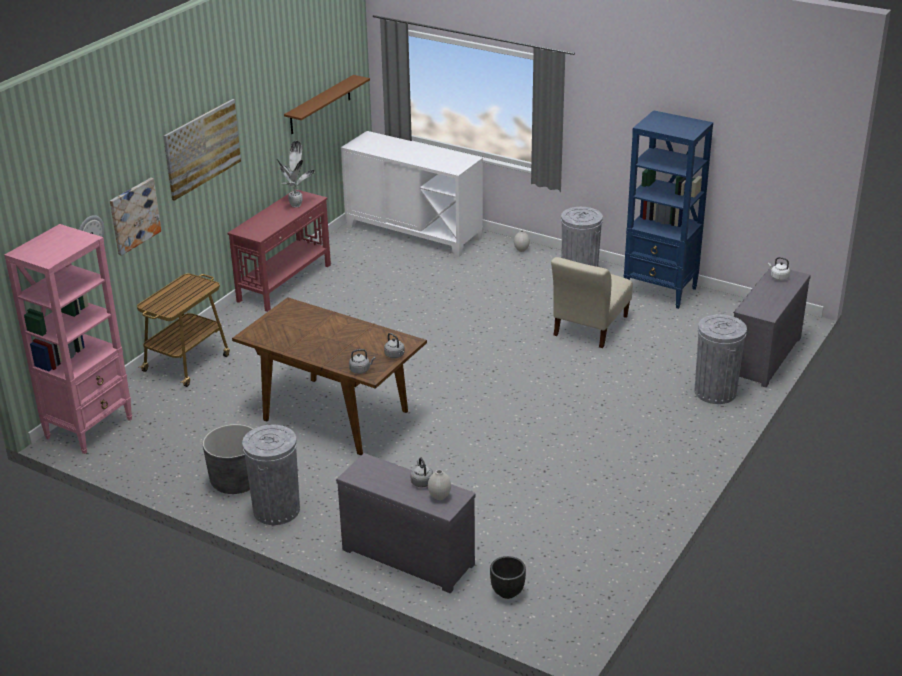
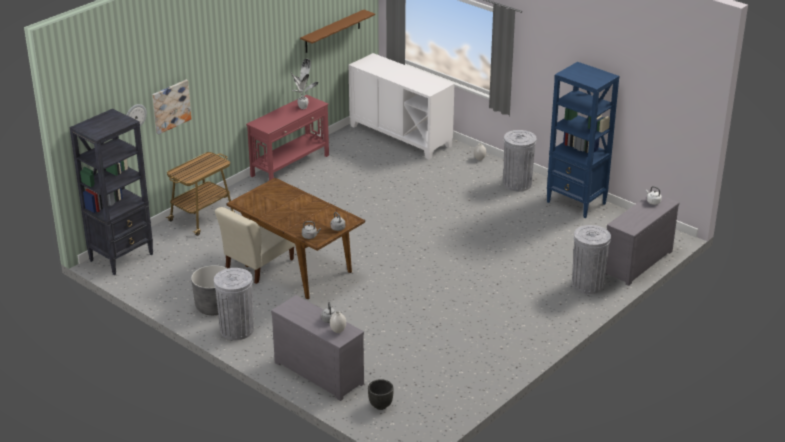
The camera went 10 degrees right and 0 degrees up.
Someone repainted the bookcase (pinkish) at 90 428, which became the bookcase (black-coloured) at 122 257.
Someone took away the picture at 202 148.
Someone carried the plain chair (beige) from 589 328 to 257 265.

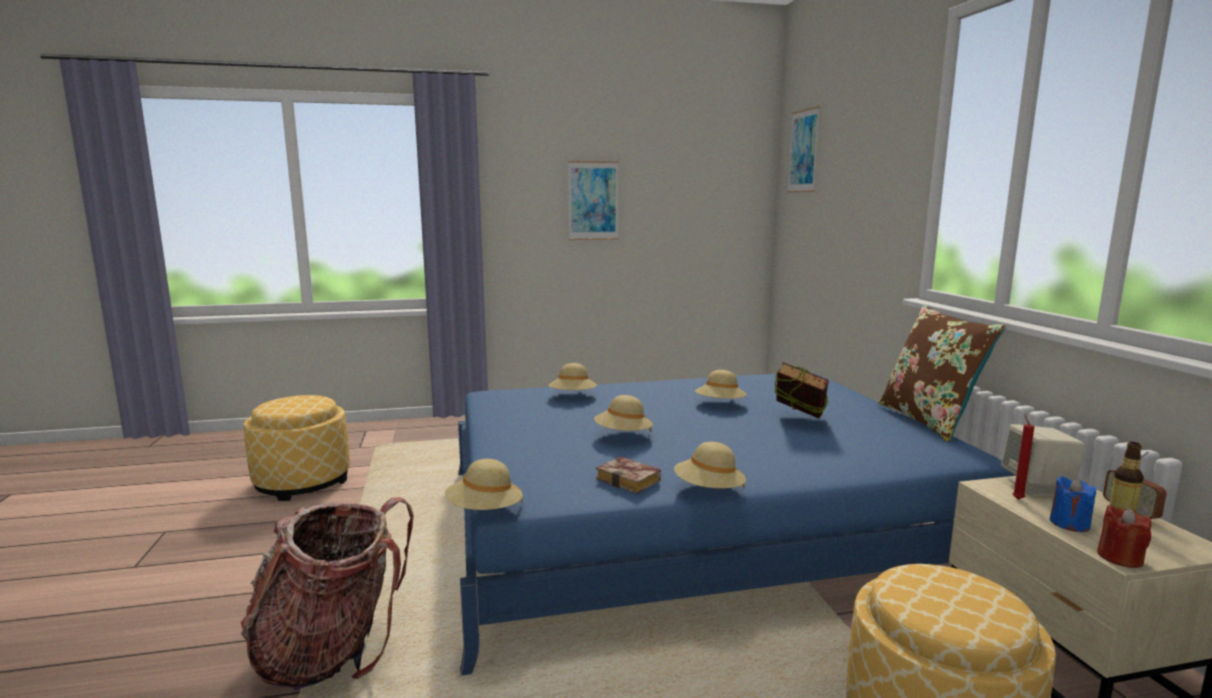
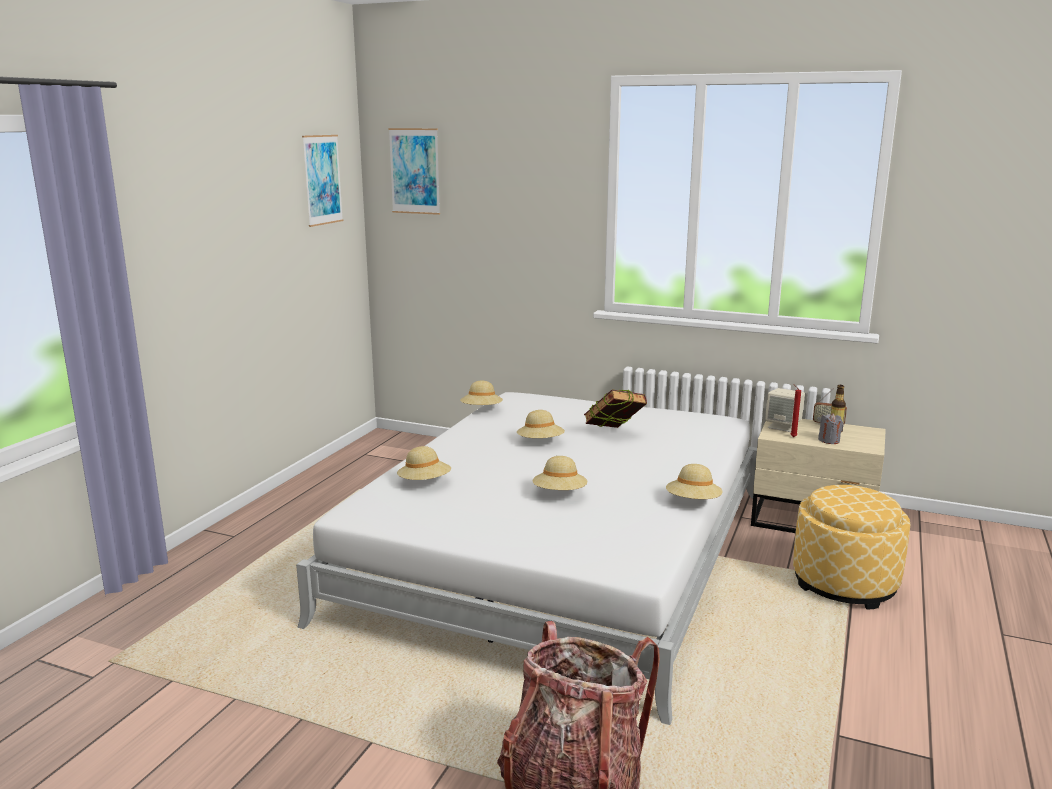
The camera went 55 degrees left and 5 degrees up.
Someone took away the pouffe at 302 481.
Someone carried the clothing hat (beige) from 484 511 to 481 410.
Someone repainted the sleeping bed (blue-coloured) at 693 522, which became the sleeping bed (white) at 560 553.
Someone carried the picture from 593 201 to 322 180.
Someone took away the volume at 631 480.
Someone took away the cushion (brownish) at 929 420.
Someone repainted the wax light (blue-coloured) at 1069 524, which became the wax light (greyish) at 829 440.
Someone took away the wax light (red) at 1120 558.

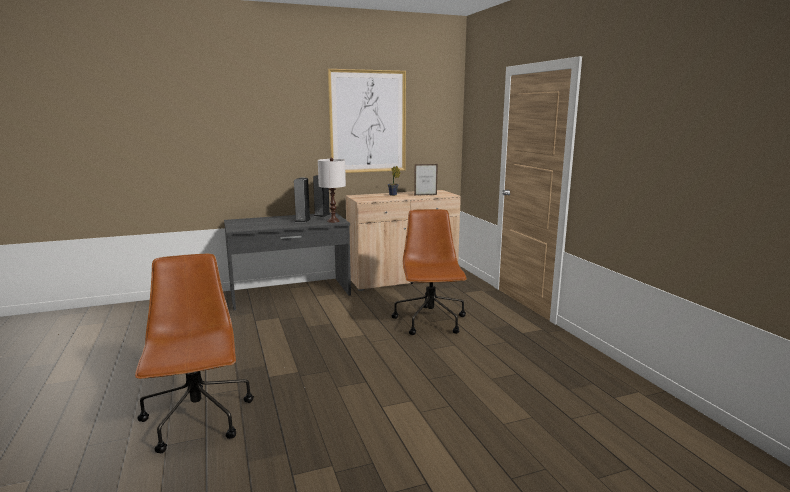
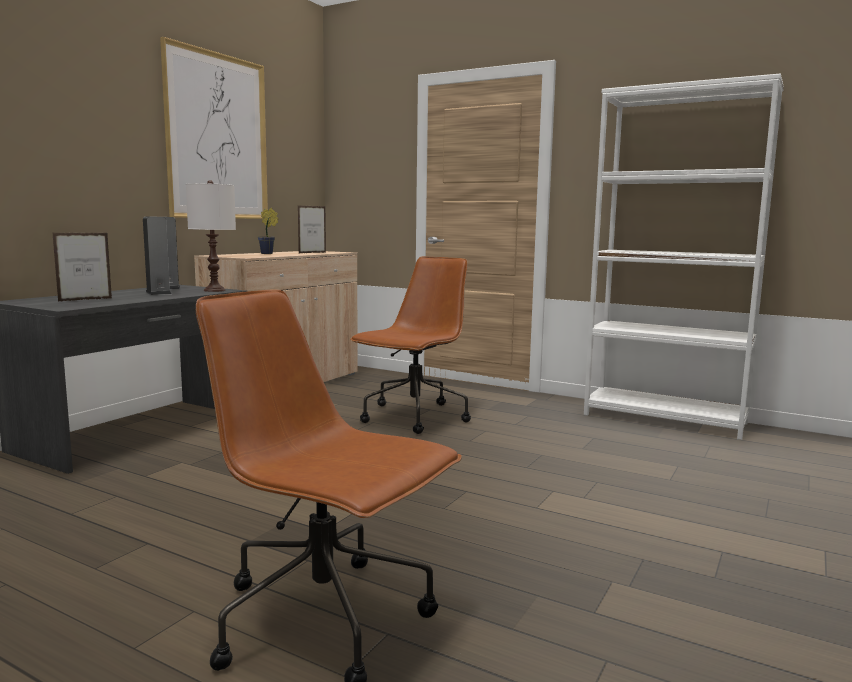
The camera went 40 degrees left and 5 degrees down.
Someone rotated the office chair (brownish) at 430 322 by 75 degrees clockwise.
Someone put down the picture frame at 85 300.
Someone put down the bookcase (white) at 664 419.

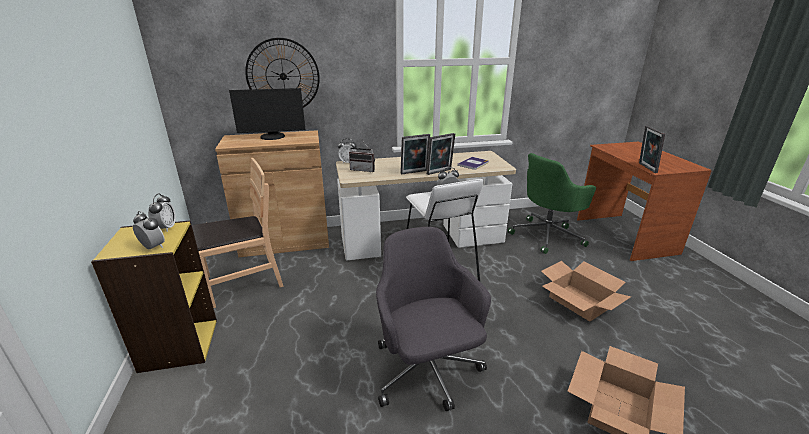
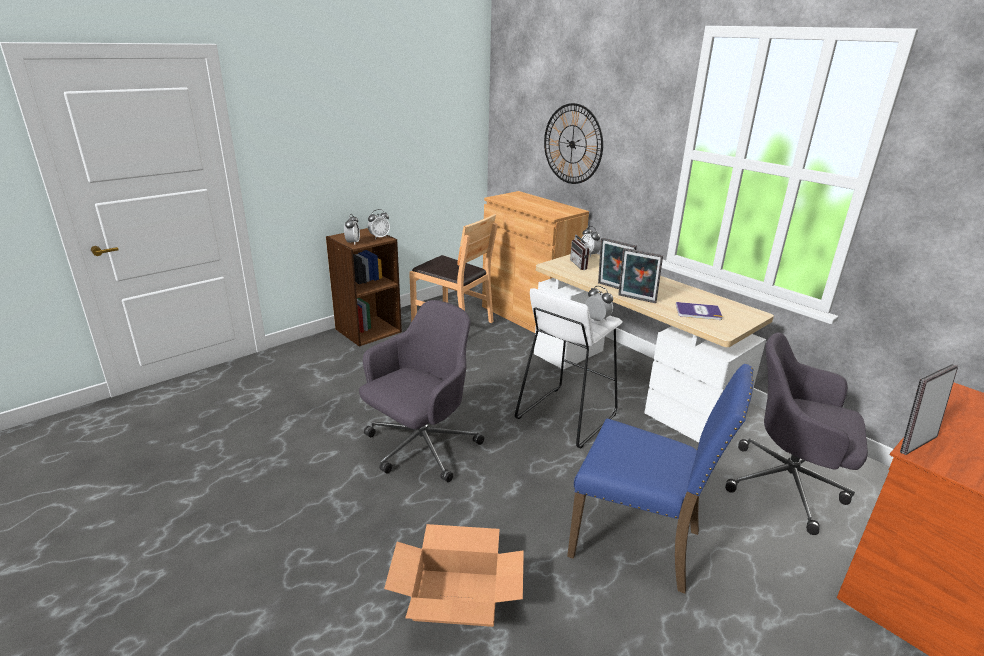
The camera went 60 degrees right and 0 degrees up.
Someone repainted the bookcase (yellow-coloured) at 178 345, which became the bookcase (brownish) at 368 330.
Someone took away the computer display at 272 137.
Someone repainted the office chair (green-coloured) at 547 235, which became the office chair (greyish) at 788 486.
Someone swapped the packing box at 579 302 for the plain chair (blue-coloured) at 639 542.

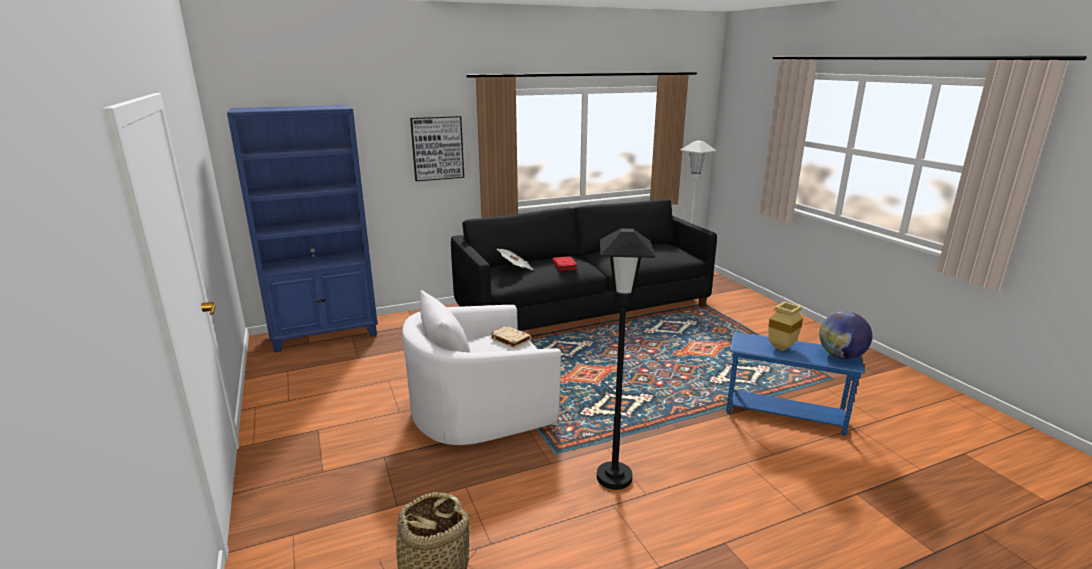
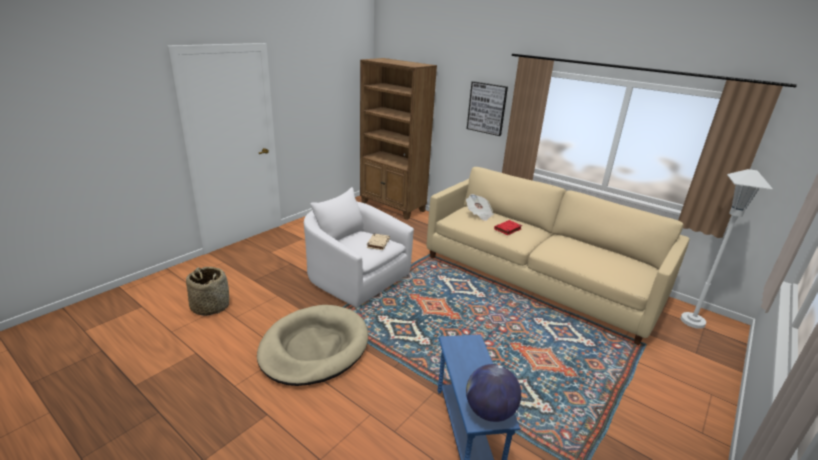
The camera went 60 degrees right and 5 degrees up.
Someone repainted the bookcase (blue-coloured) at 326 334, which became the bookcase (brownish) at 393 207.
Someone repainted the settee (black-coloured) at 584 308, which became the settee (beige) at 538 279.
Someone swapped the standard lamp (black-coloured) at 614 477 for the pet bed (beige) at 314 348.
Someone took away the vase (beige) at 781 347.

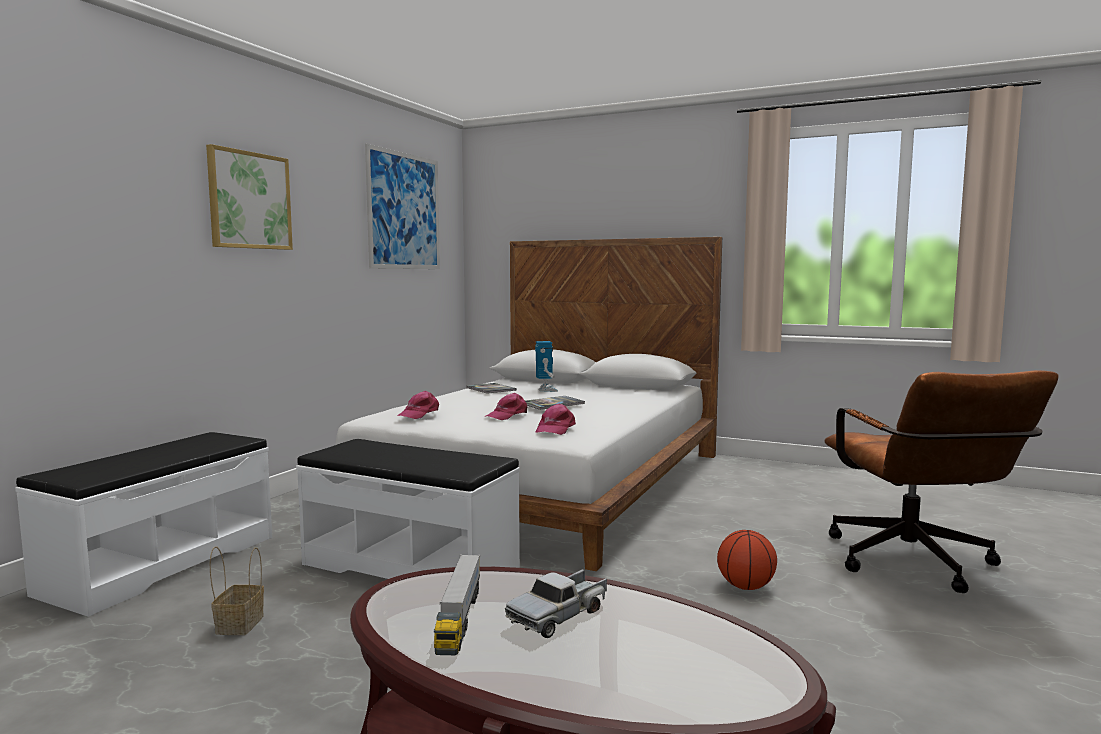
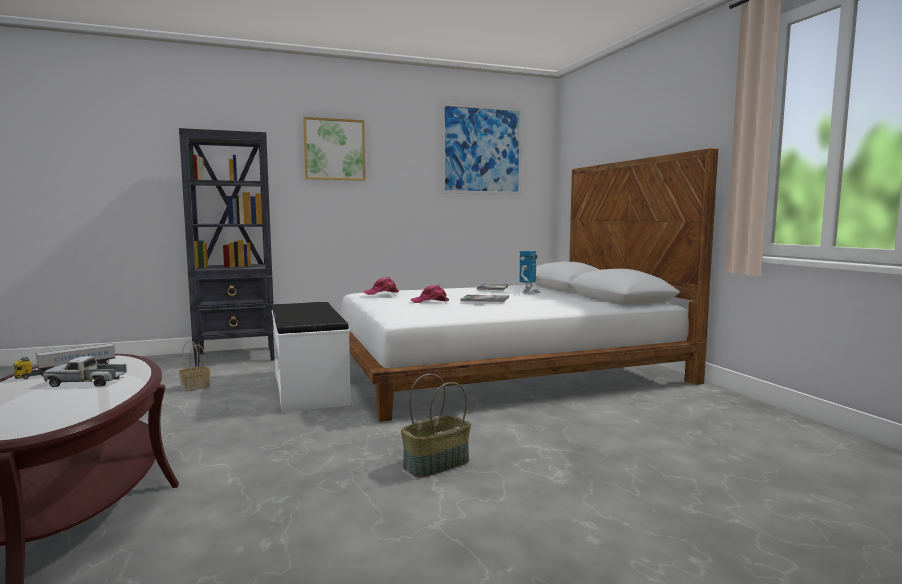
The camera went 45 degrees right and 0 degrees up.
Someone swapped the indoor bench (white) at 161 564 for the bookcase (black-coloured) at 237 356.
Someone took away the cap (pinkish) at 555 429.
Someone swapped the ball for basketball at 745 587 for the storage basket at 436 465.
Someone took away the office chair (brownish) at 917 566.

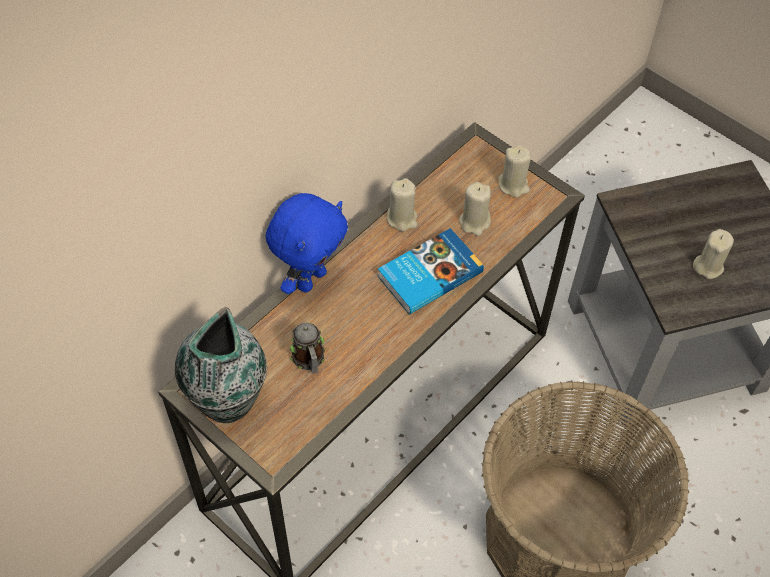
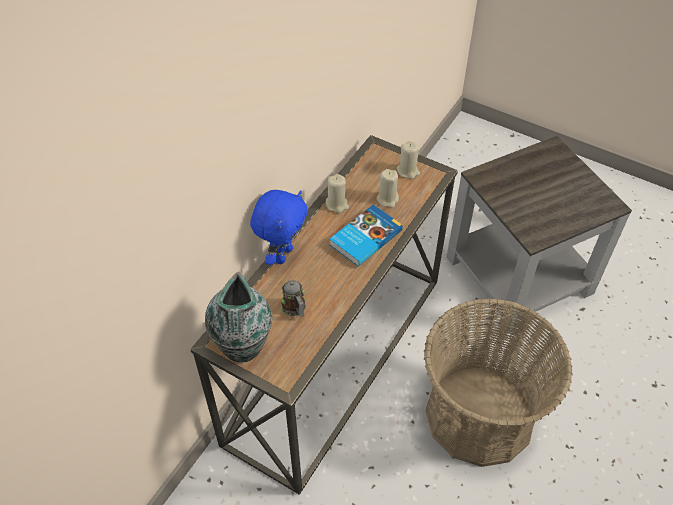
The camera went 10 degrees left and 5 degrees down.
Someone took away the wax light (beige) at 708 266.

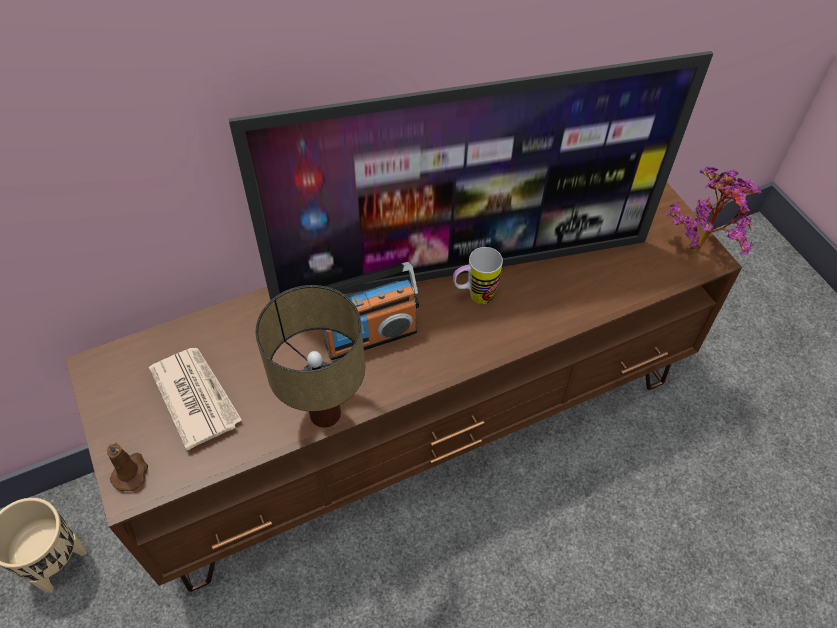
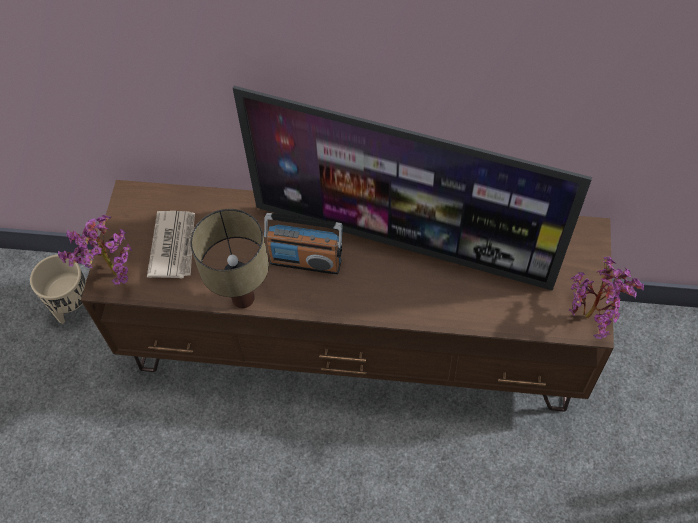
The camera went 35 degrees right and 5 degrees up.
Someone swapped the wax light (brownish) at 131 472 for the plant in a pot at 110 274.
Someone took away the mug at 474 297.

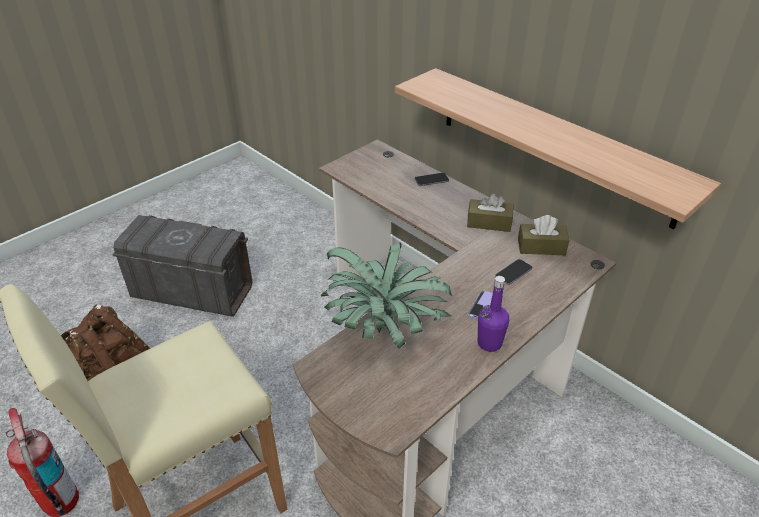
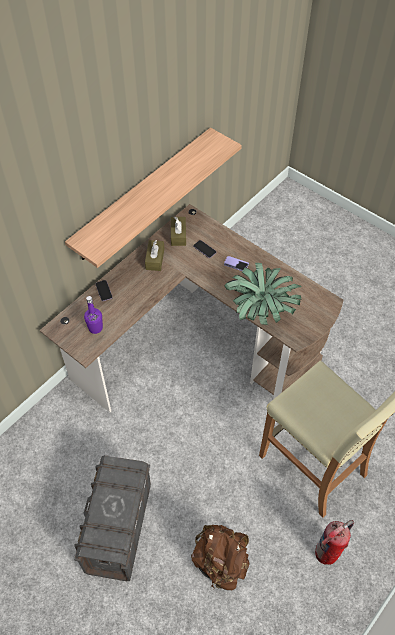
The camera went 95 degrees left and 15 degrees up.
Someone carried the bottle (purple) from 489 343 to 95 328.

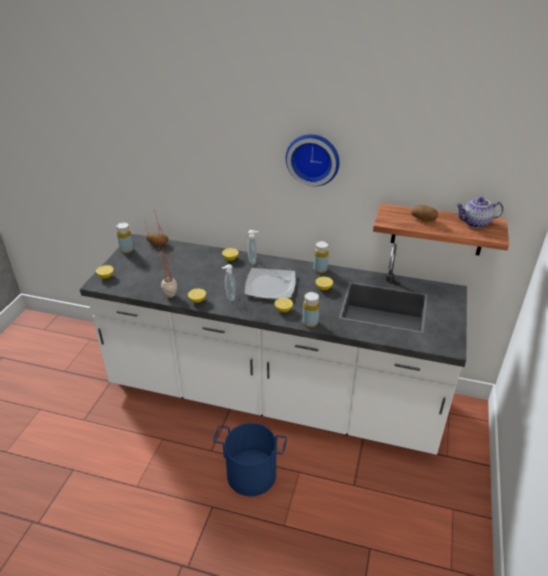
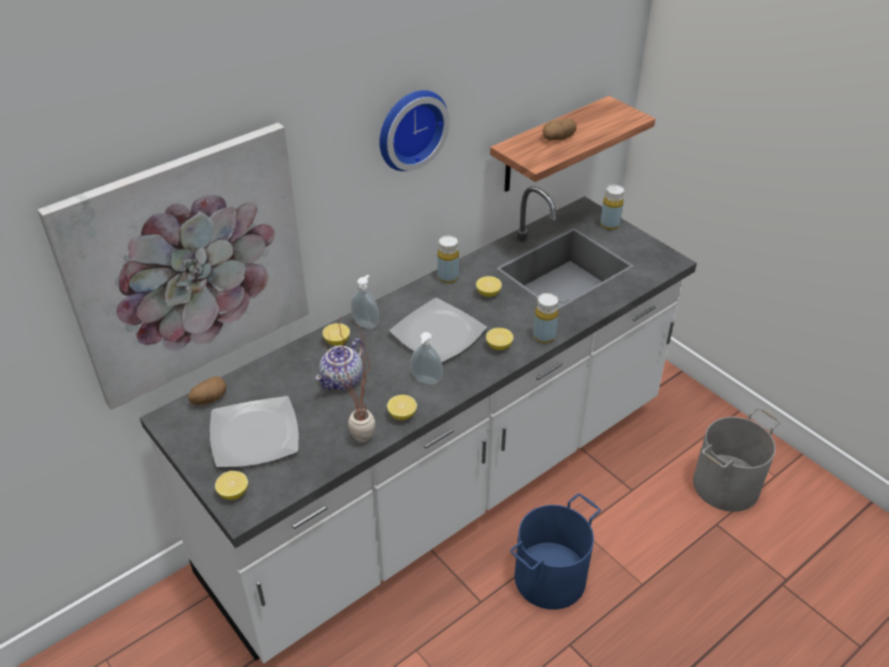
The camera went 55 degrees left and 5 degrees up.
Someone carried the bottle (yellow-coloured) from 127 250 to 610 225.
Someone carried the tea pot from 475 223 to 343 381.
Someone put up the picture at 189 266.
Someone put down the dinner plate at 255 436.
Someone put down the bucket (greyish) at 727 485.

